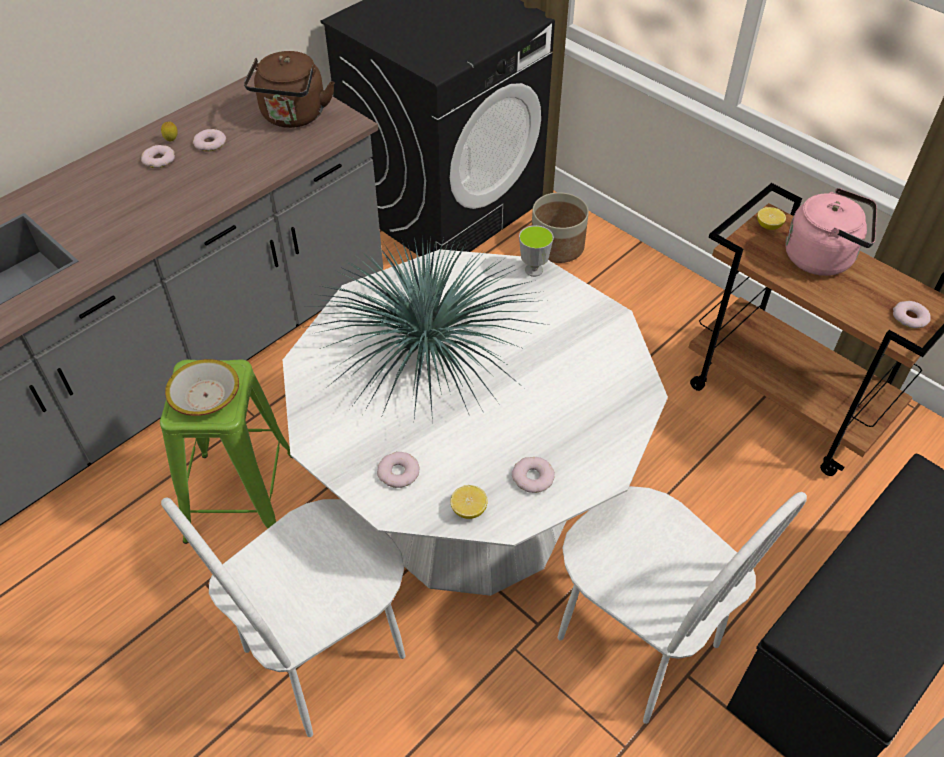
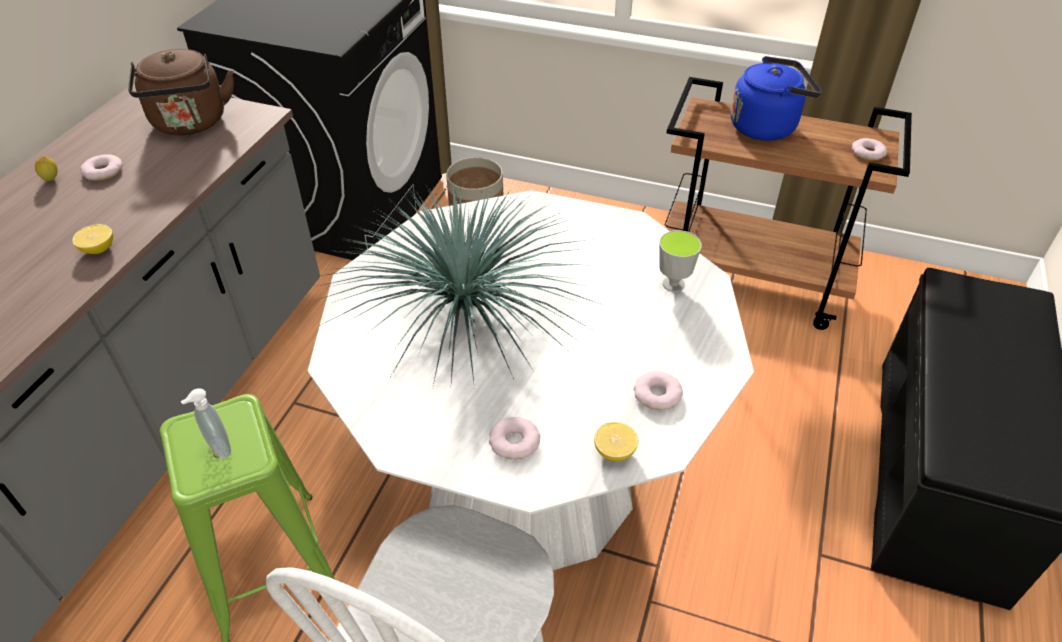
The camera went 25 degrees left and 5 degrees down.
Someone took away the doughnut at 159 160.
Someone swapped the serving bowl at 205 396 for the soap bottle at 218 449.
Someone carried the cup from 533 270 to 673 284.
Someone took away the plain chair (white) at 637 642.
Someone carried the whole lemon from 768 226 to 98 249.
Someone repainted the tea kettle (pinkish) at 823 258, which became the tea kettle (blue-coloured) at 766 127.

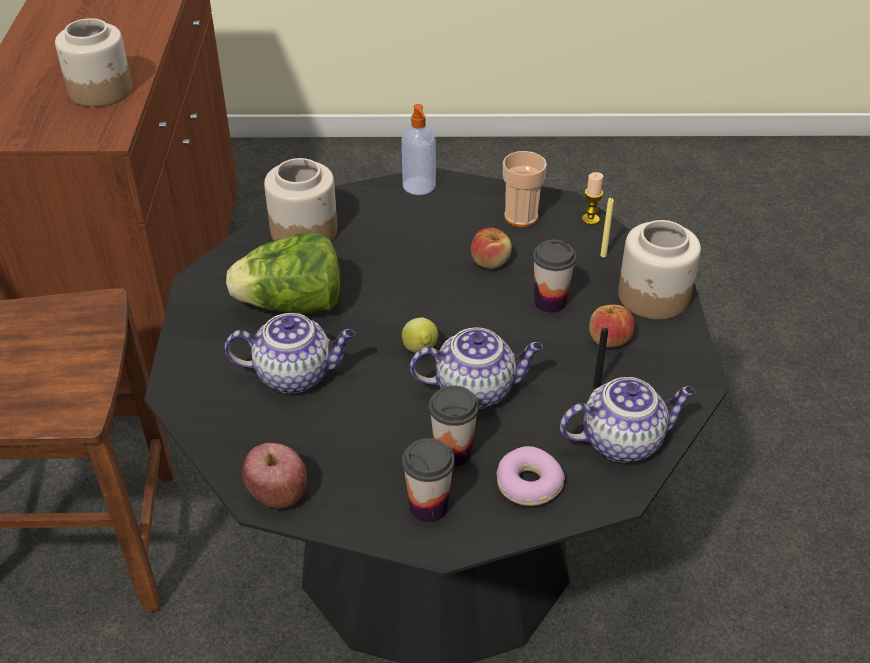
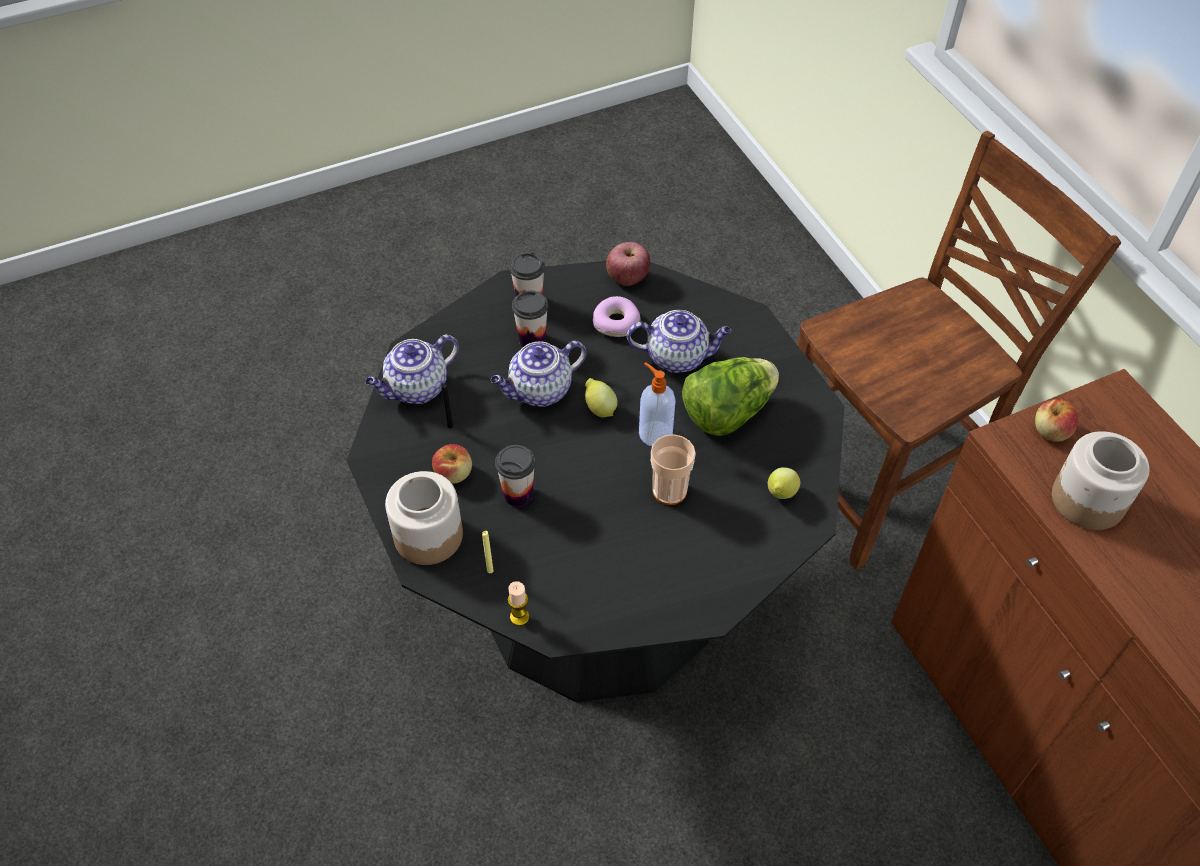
The camera went 155 degrees right and 10 degrees up.
Someone rotated the tea pot at 296 374 by 150 degrees counterclockwise.
Someone swapped the storage jar at 304 230 for the whole lemon at 780 494.
Someone carried the soap bottle from 419 186 to 654 433.
Someone carried the apple fruit from 490 261 to 1050 431.
Someone carried the doughnut from 528 484 to 616 323.
Someone carried the cup from 521 217 to 669 491.

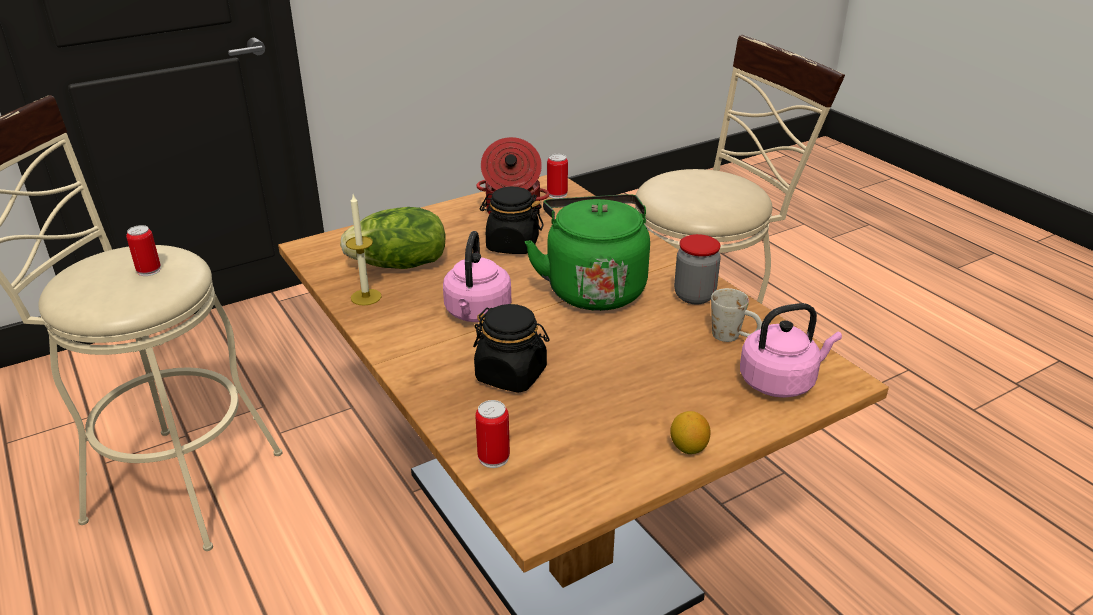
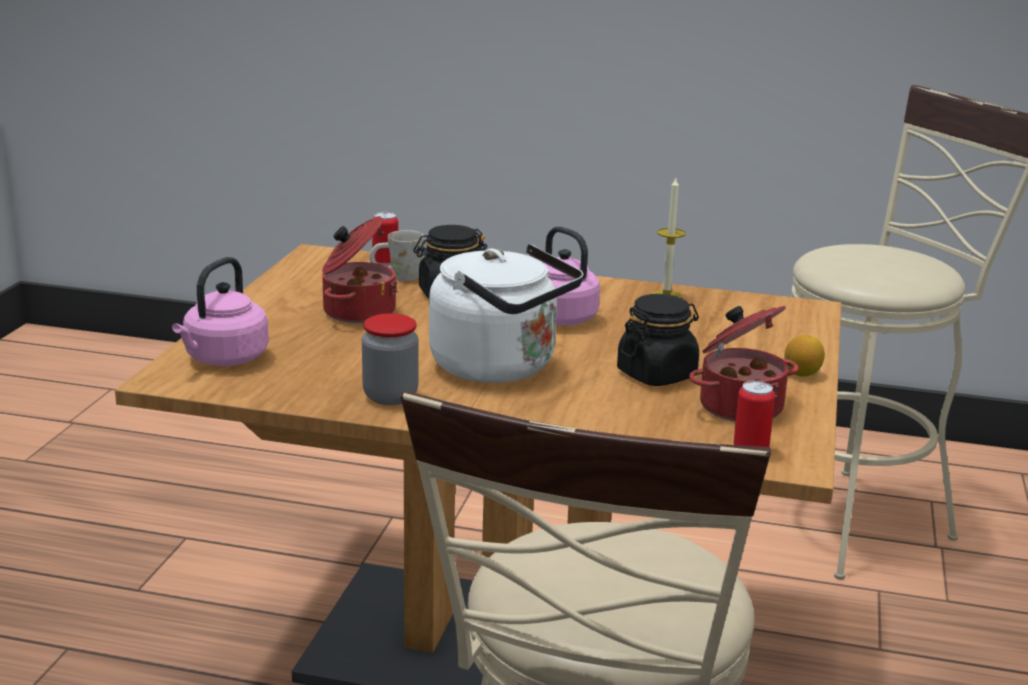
The camera went 135 degrees right and 10 degrees down.
Someone took away the metal can at 149 270.
Someone took away the lettuce head at 400 265.
Someone repainted the tea kettle (green-coloured) at 593 288, which became the tea kettle (white) at 500 368.
Someone carried the whole lemon from 688 448 to 802 374.
Someone carried the mug (white) from 734 337 to 396 277.
Someone put down the stockpot at 357 311.

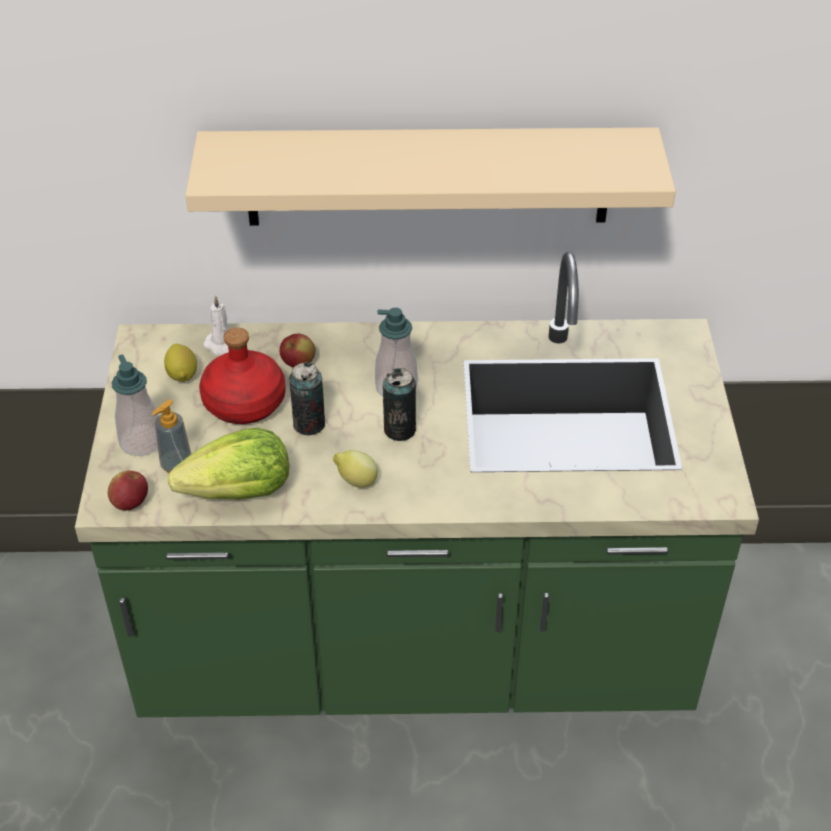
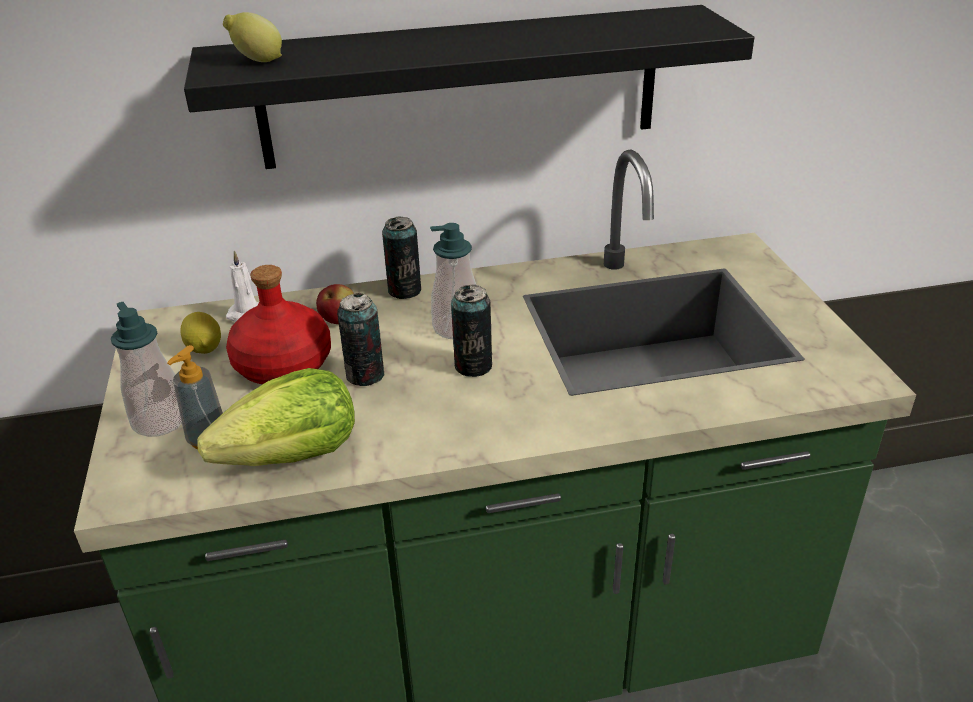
The camera went 10 degrees left and 10 degrees down.
Someone took away the apple fruit at 130 503.
Someone repainted the wall shelf (beige) at 428 176, which became the wall shelf (black-coloured) at 461 88.
Someone carried the whole lemon from 356 481 to 257 61.
Someone put down the metal can at 404 290.

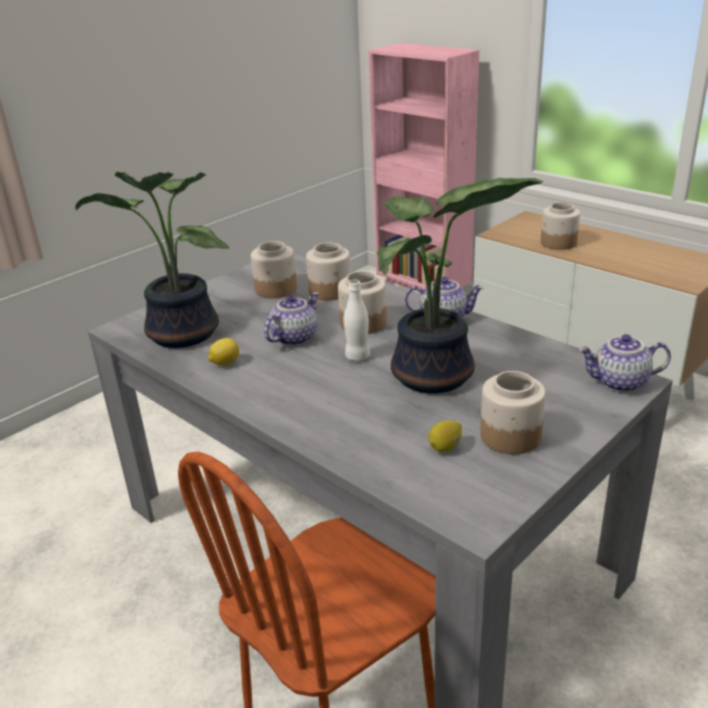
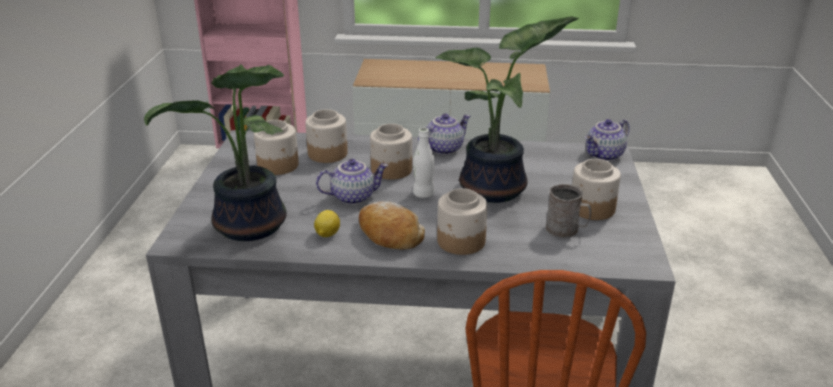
The camera went 40 degrees left and 0 degrees up.
Someone rotated the tea pot at 294 337 by 75 degrees clockwise.
Someone swapped the whole lemon at 445 447 for the mug (greyish) at 566 230.
Someone carried the storage jar from 558 243 to 461 242.
Someone put down the bakery bread at 389 234.

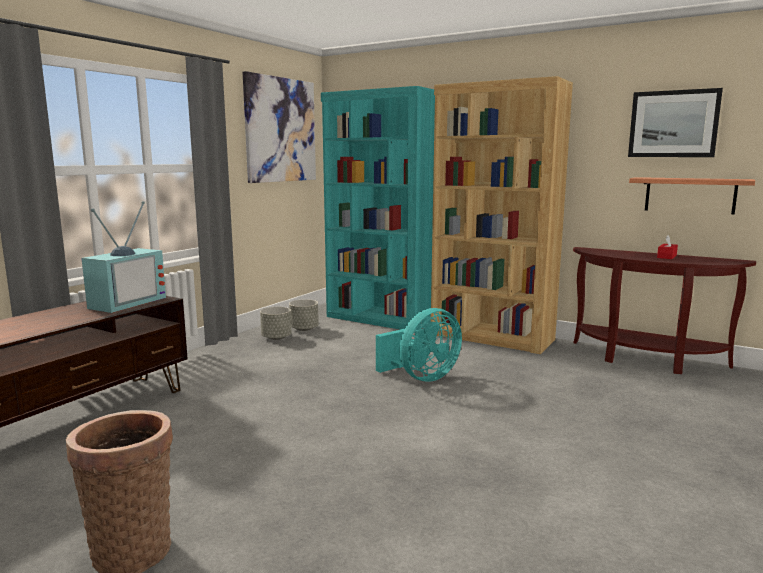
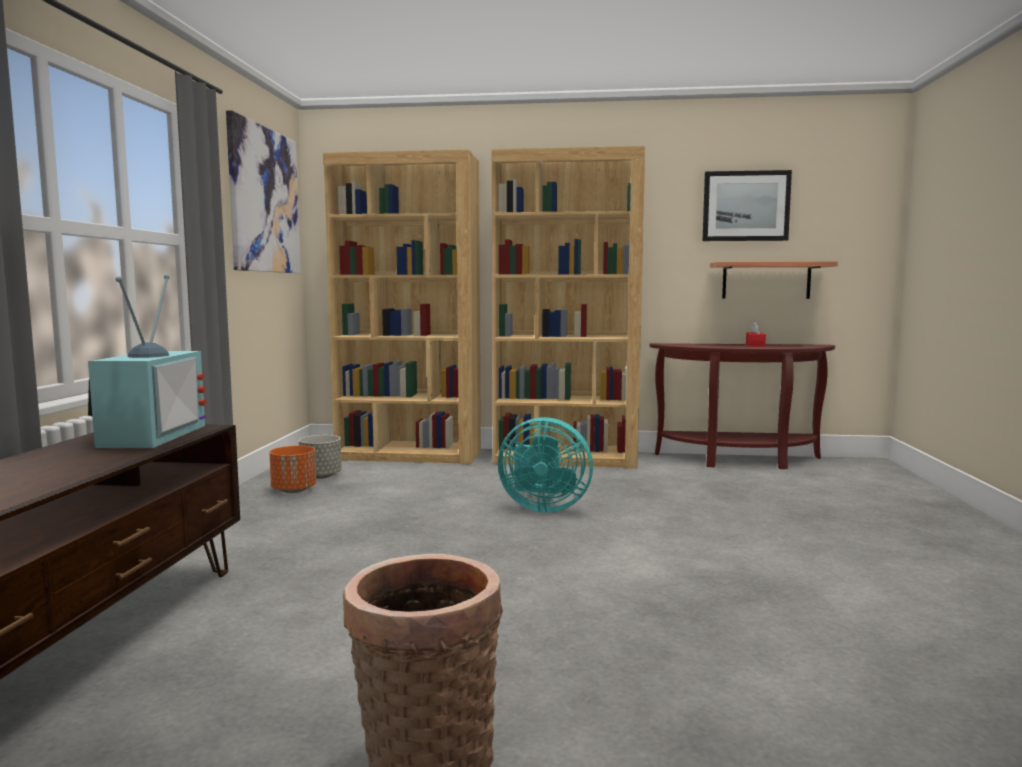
The camera went 25 degrees left and 5 degrees down.
Someone repainted the flower pot (greyish) at 276 337, which became the flower pot (orangey) at 294 490.
Someone repainted the bookcase (turquoise-coloured) at 380 319, which became the bookcase (brownish) at 409 455.
Someone rotated the electric fan (turquoise-coloured) at 422 377 by 75 degrees clockwise.

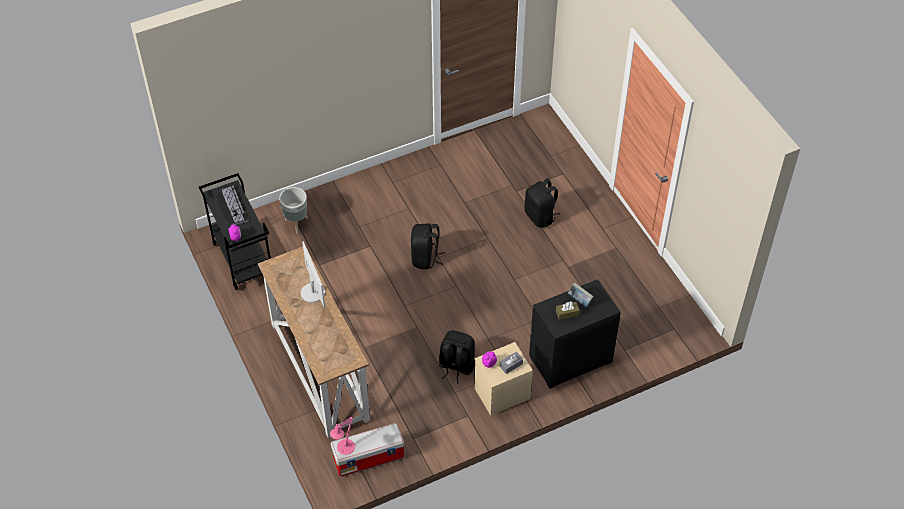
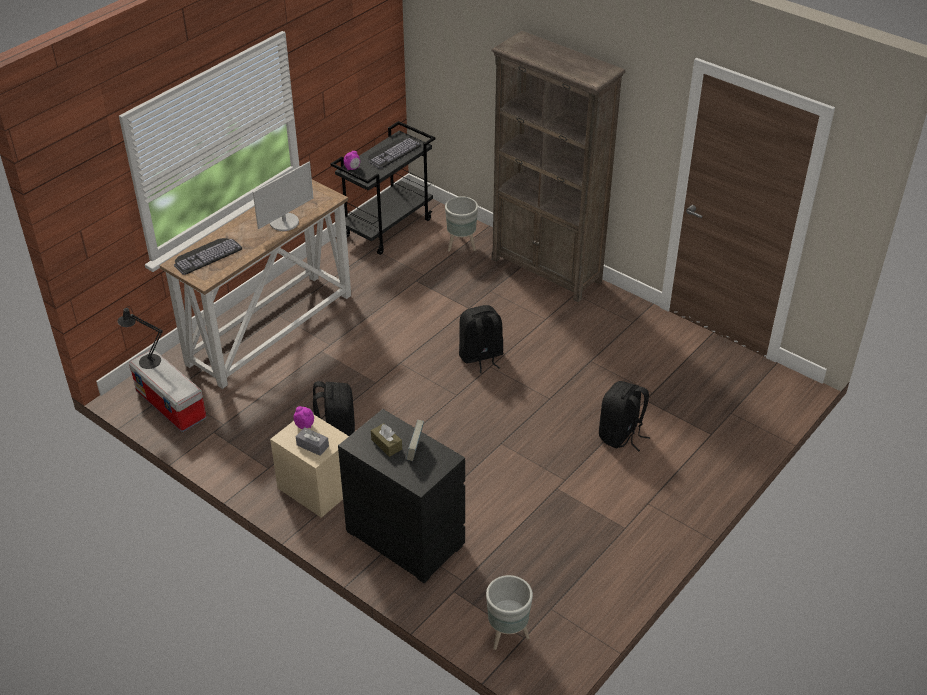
The camera went 65 degrees right and 10 degrees down.
Someone repainted the table lamp (pinkish) at 344 449, which became the table lamp (black-coloured) at 146 361.
Someone put down the PC keyboard at 206 254.
Someone put down the flower pot (greyish) at 508 636.
Someone put down the bookcase (brownish) at 547 270.

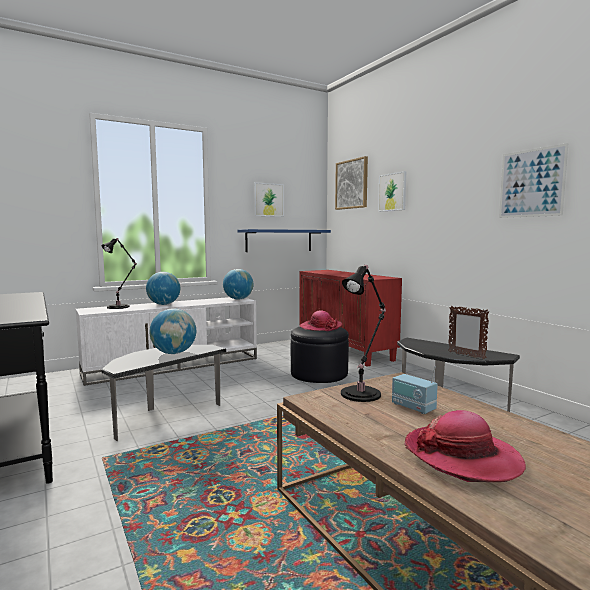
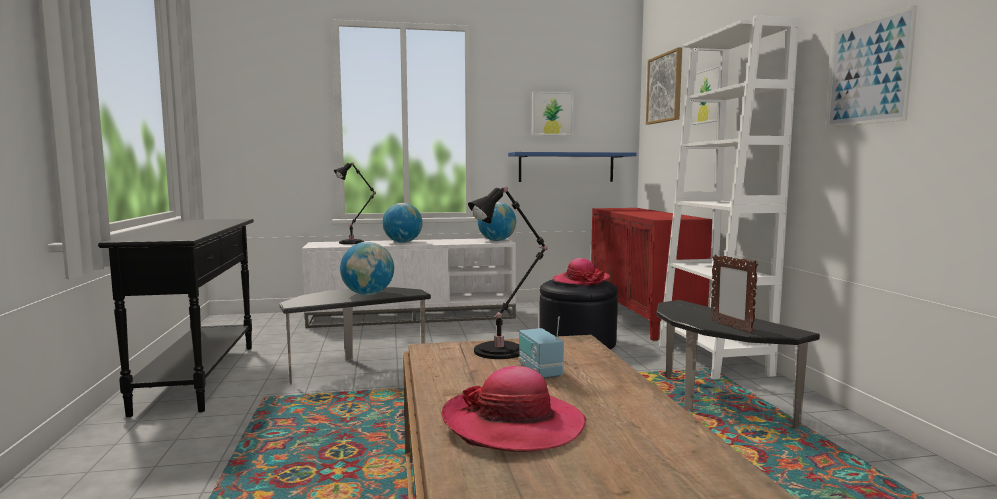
The camera went 20 degrees right and 0 degrees up.
Someone put down the bookcase (white) at 713 359.

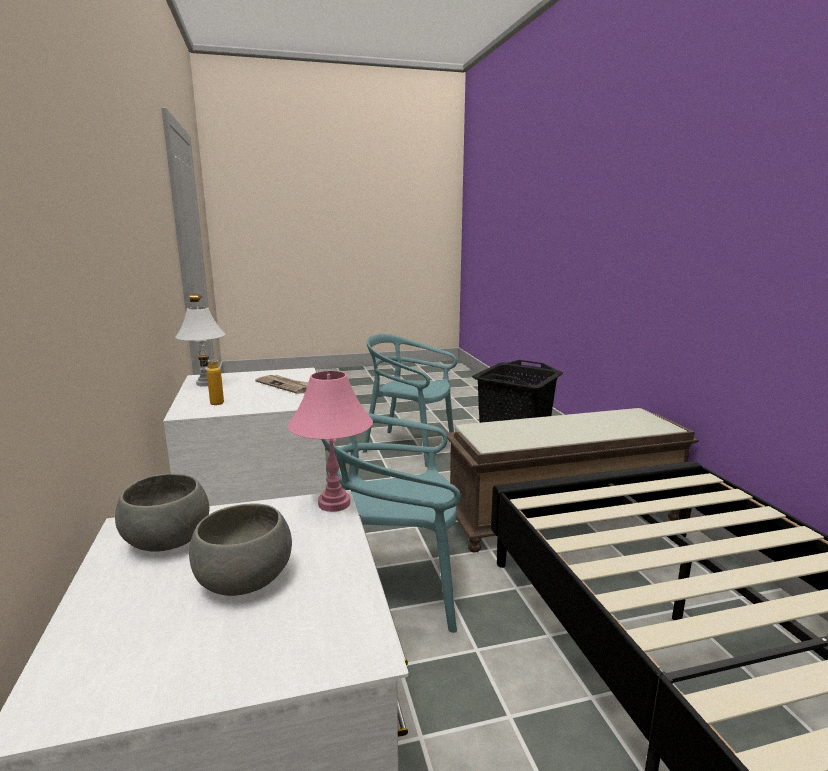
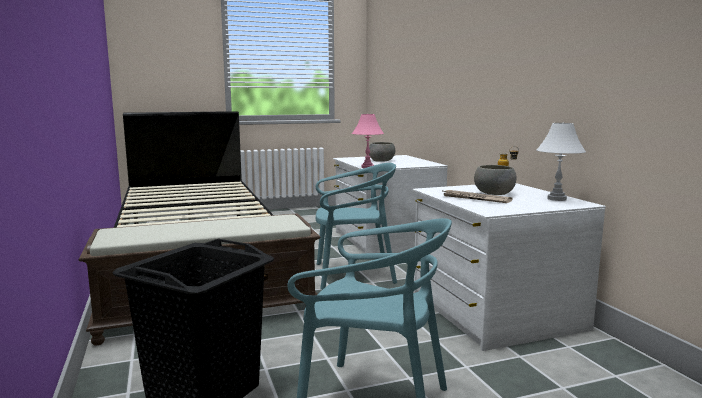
The camera went 175 degrees right and 5 degrees down.
Someone carried the serving bowl (greyish) from 169 540 to 493 193.

